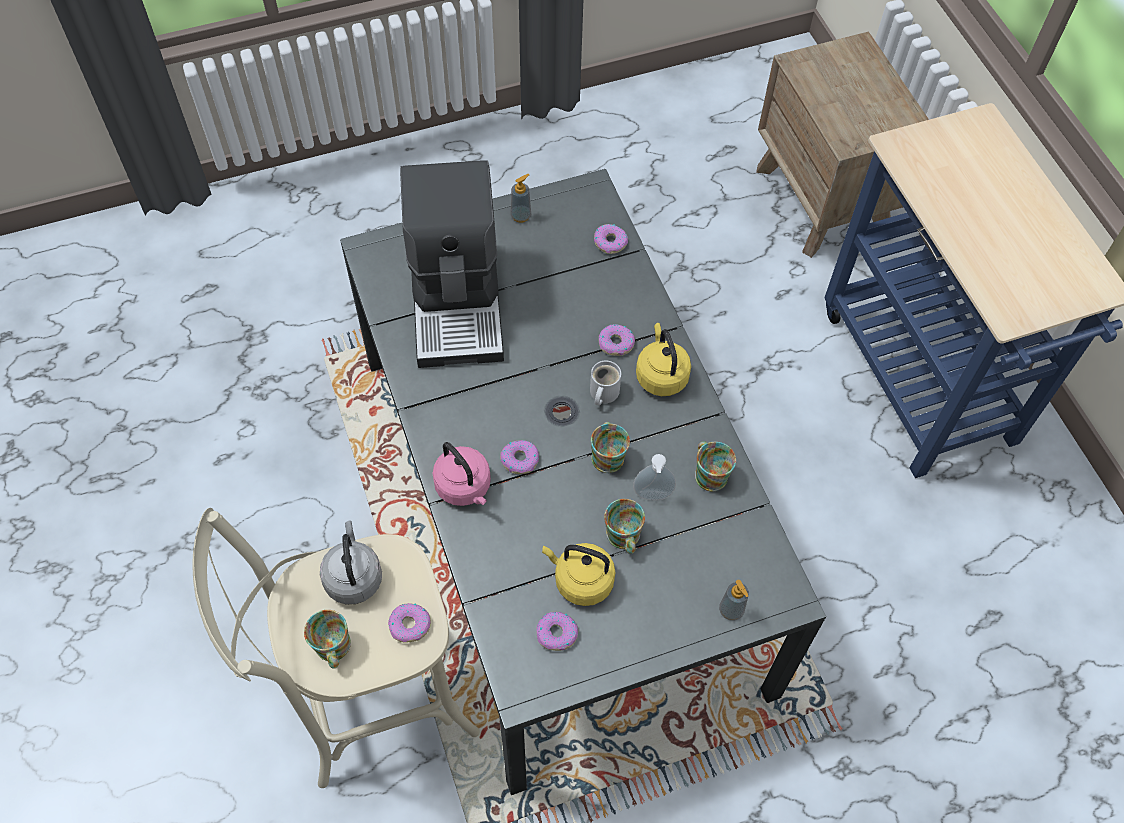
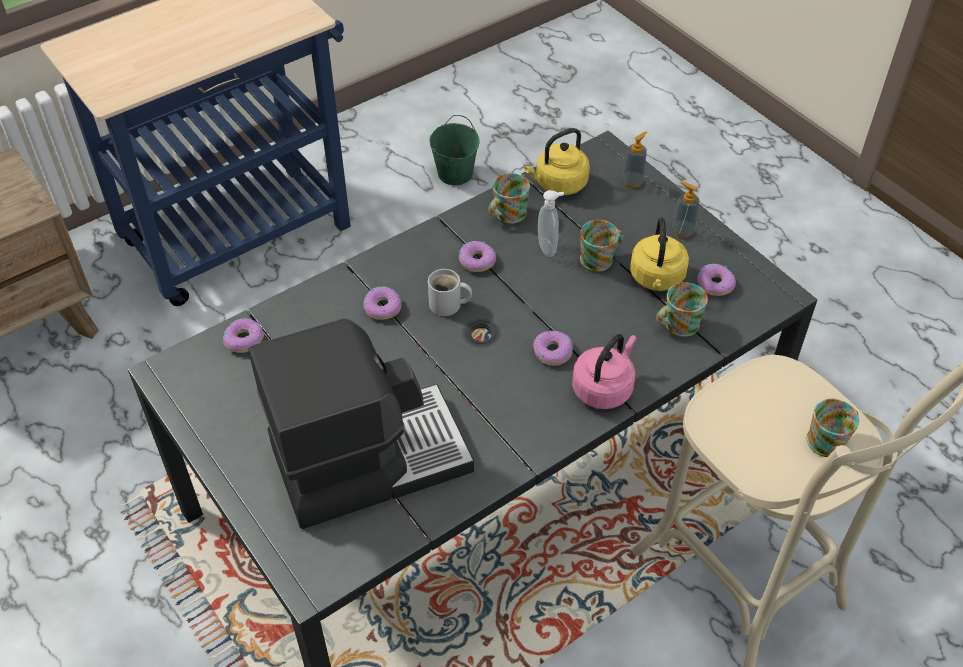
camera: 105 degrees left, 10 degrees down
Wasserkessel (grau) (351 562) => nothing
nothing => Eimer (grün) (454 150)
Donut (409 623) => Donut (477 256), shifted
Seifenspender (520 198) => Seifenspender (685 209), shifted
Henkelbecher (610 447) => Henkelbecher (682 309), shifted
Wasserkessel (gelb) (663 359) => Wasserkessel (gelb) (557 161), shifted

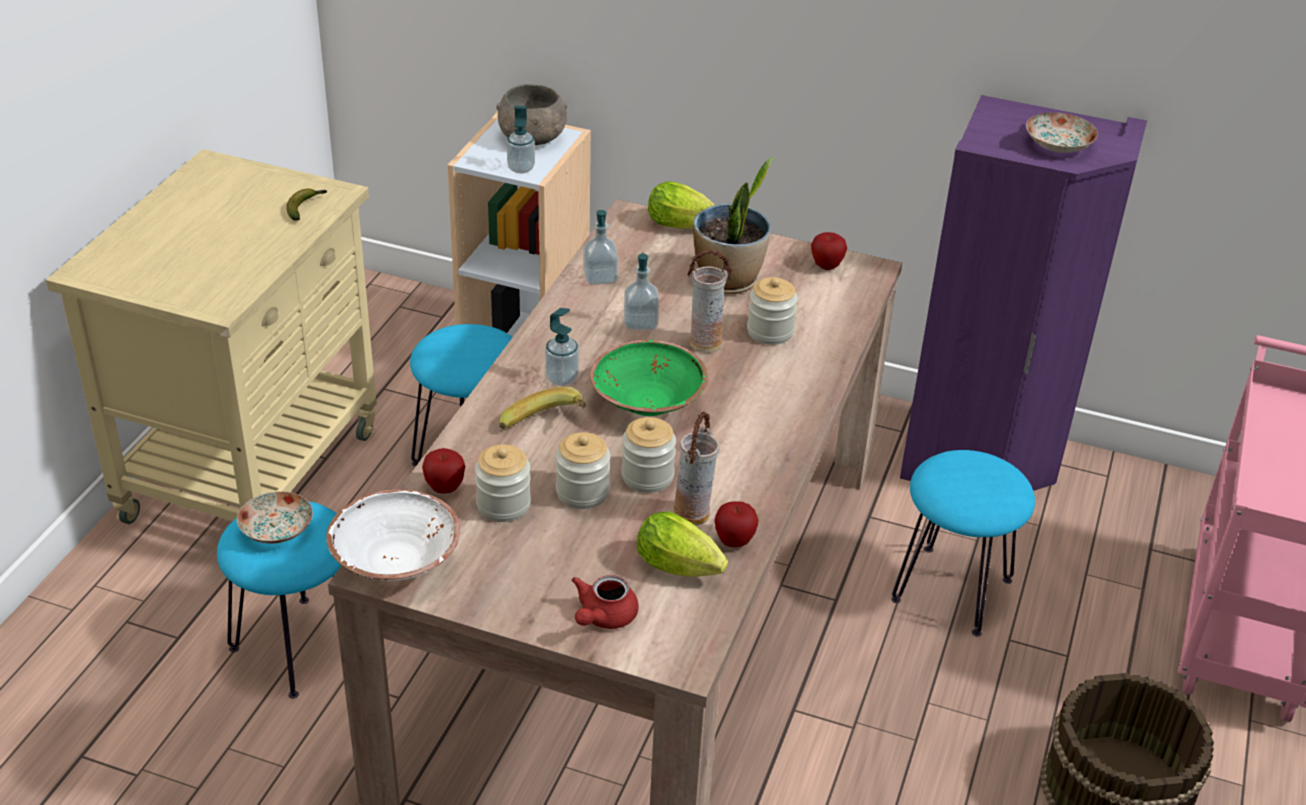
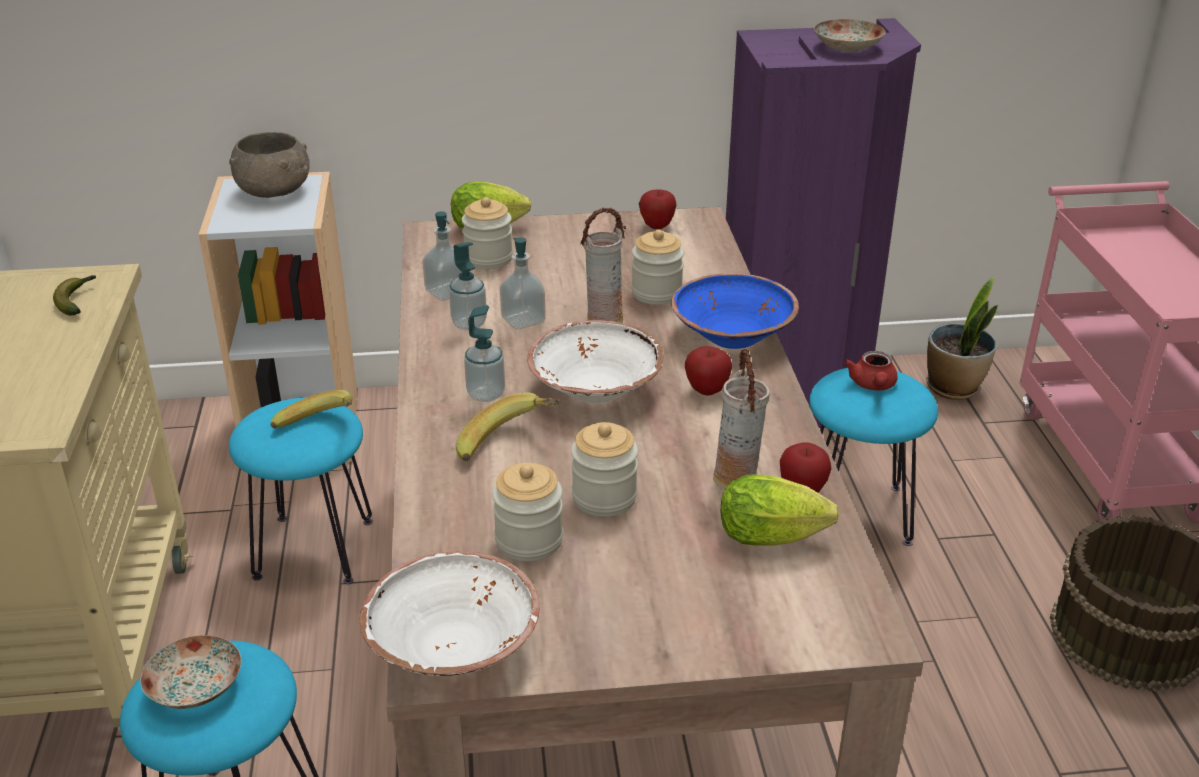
camera: 25 degrees left, 5 degrees down
nothing => Banane (312 409)
nothing => Schüssel (blau) (735 311)
Apfel (443 471) => Apfel (708 371), shifted
Seifenspender (521 140) => Seifenspender (468 286), shifted
Teekanne (rot) (605 602) => Teekanne (rot) (871 370), shifted
Vorratsglas (648 455) => Vorratsglas (487 233), shifted
Topfpflanze (733 225) => Topfpflanze (962 338), shifted
Schüssel (grün) (649 378) => Schüssel (weiß) (595 362)

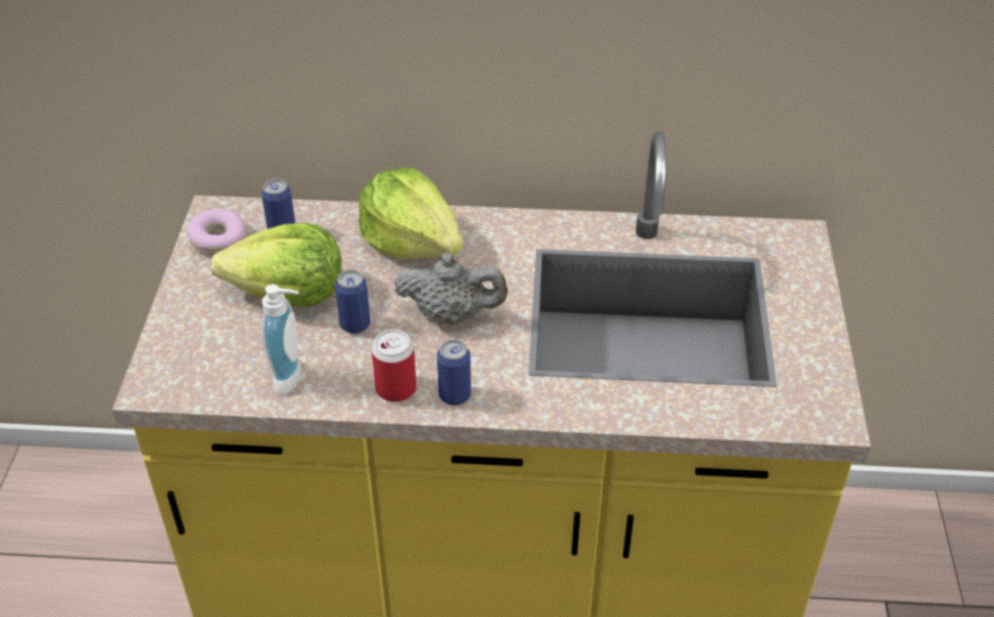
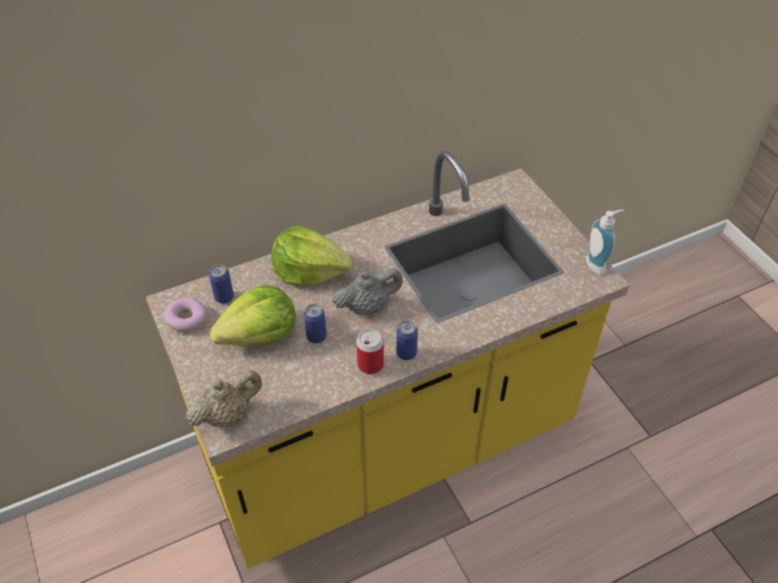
camera: 30 degrees left, 5 degrees up
nothing => Teekanne (beige) (224 398)
Seifenspender (281 340) => Seifenspender (605 242), shifted

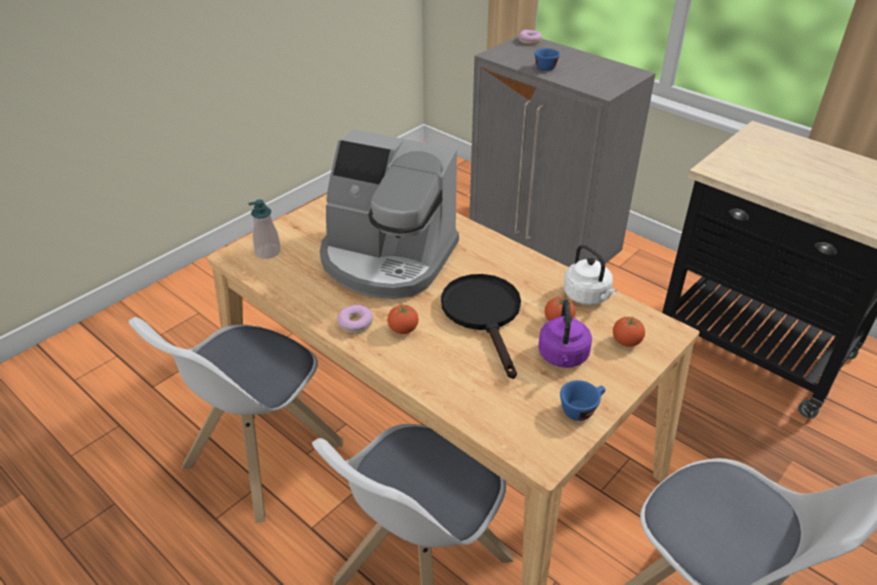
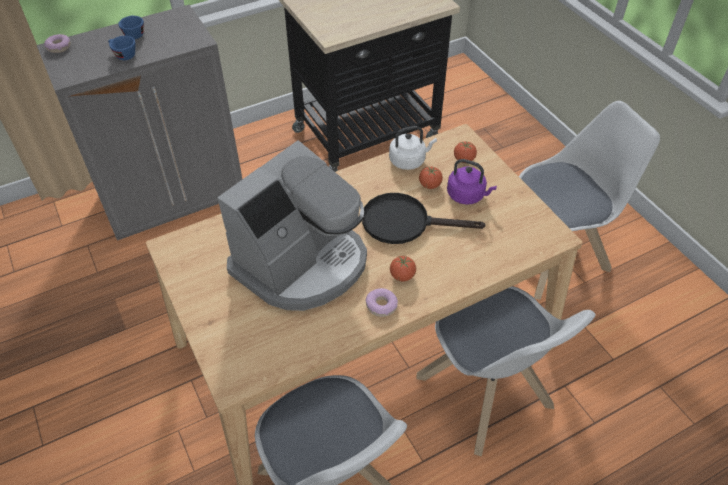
camera: 70 degrees left, 10 degrees up
Seifenspender (264 229) => nothing
Tasse (blau) (582 400) => Tasse (blau) (131 27), shifted

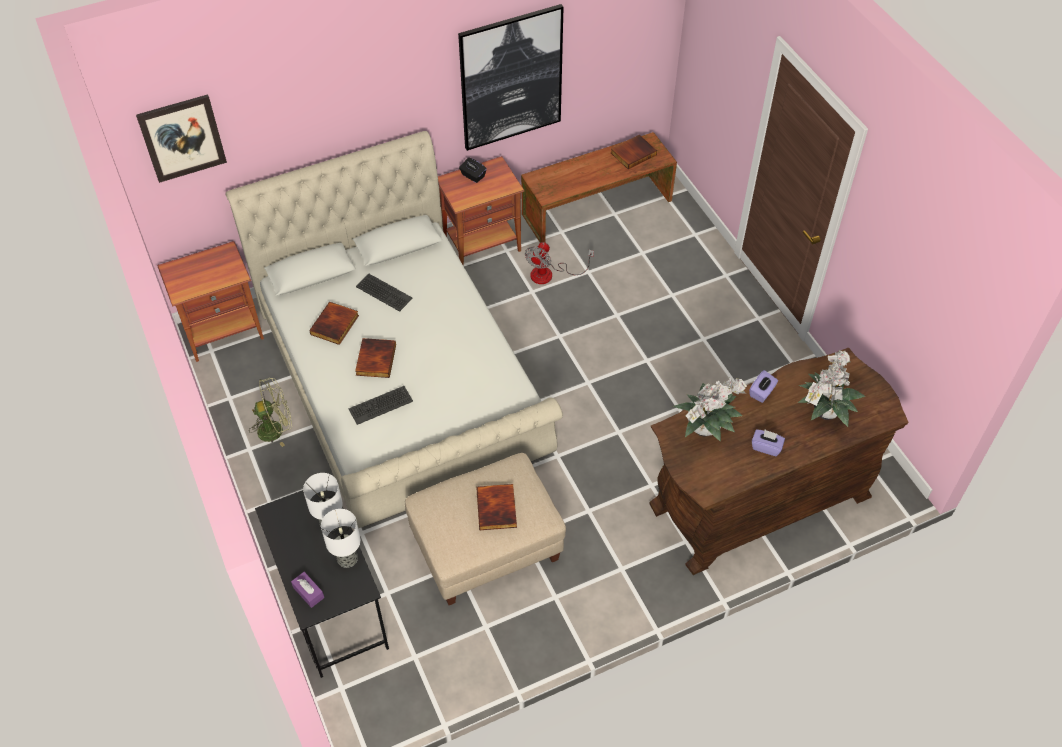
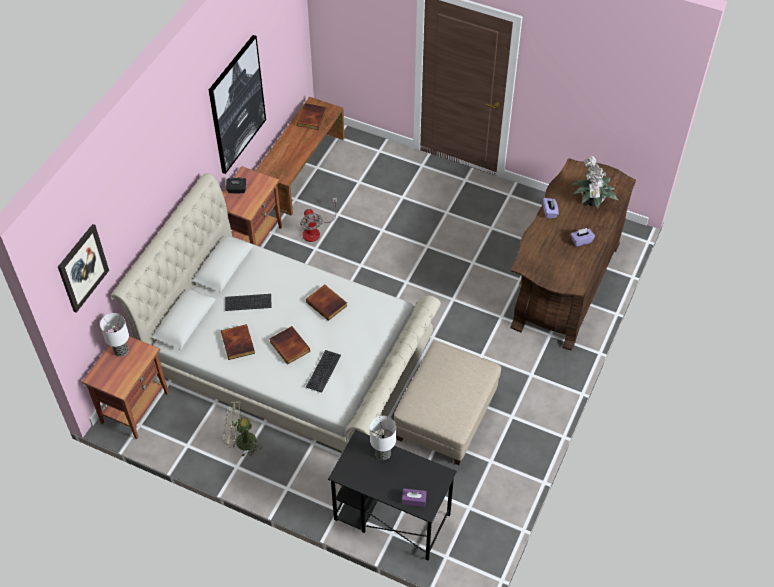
camera: 40 degrees left, 0 degrees up
Topfpflanze (710 410) => nothing
Tischlampe (341 538) => Tischlampe (114 335), shifted
Buch (496 507) => Buch (326 303), shifted
Ventilator (grün) (271 412) => Ventilator (grün) (243 429), 120 degrees counterclockwise

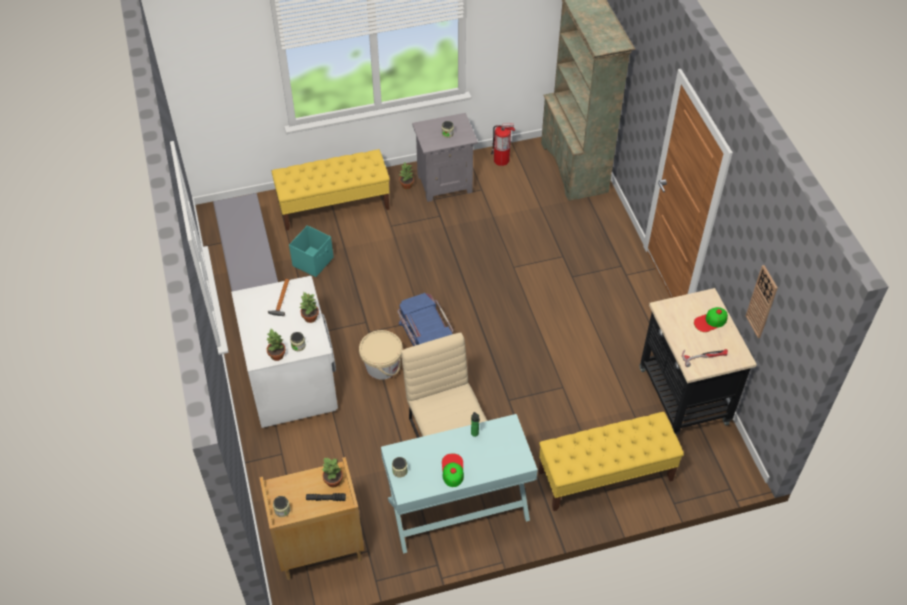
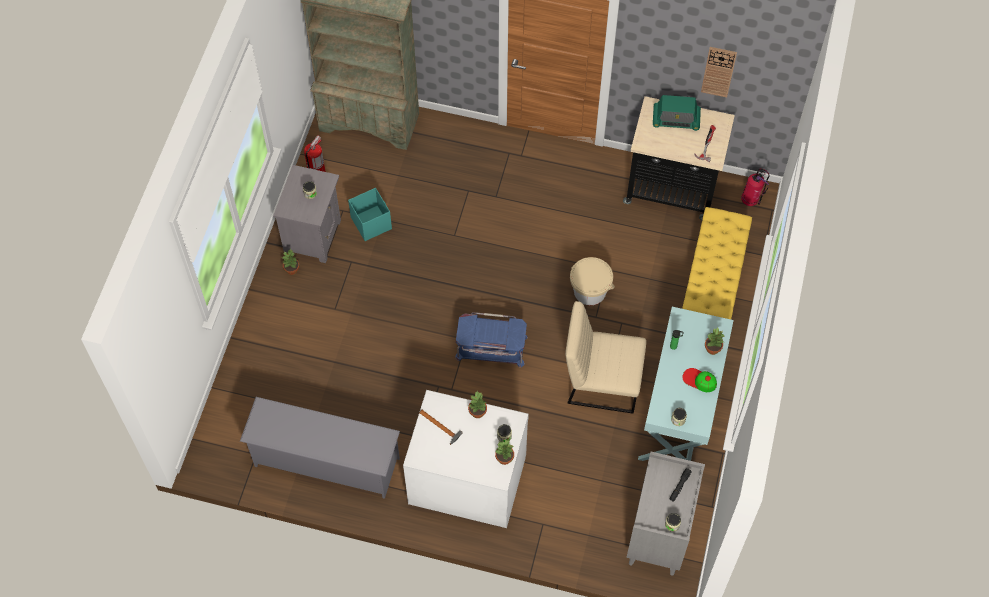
camera: 60 degrees left, 10 degrees up
Bank (gelb) (330 190) => nothing
nothing => Feuerlöscher (755 187)
Aufbewahrungsbox (türkis) (311 251) => Aufbewahrungsbox (türkis) (370 214), shifted
Topfpflanze (332 472) => Topfpflanze (714 341), shifted
Eimer (beige) (381 355) => Eimer (beige) (592 281), shifted
Kappe (711 319) => Radio (677 113)
Schrank (braun) (311 518) => Schrank (grau) (665 514)

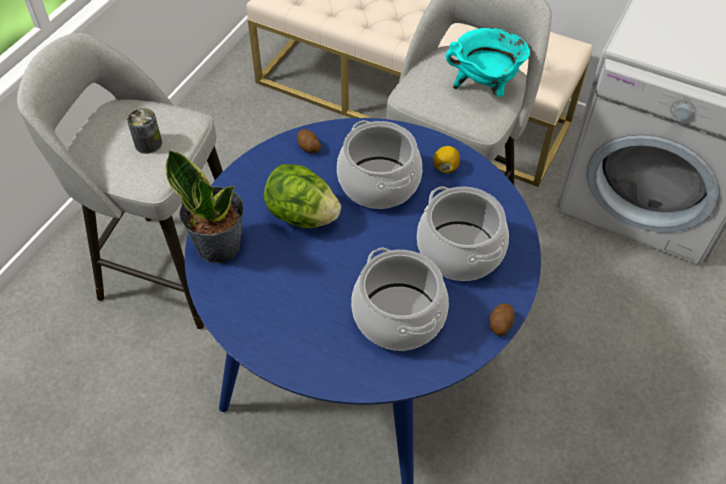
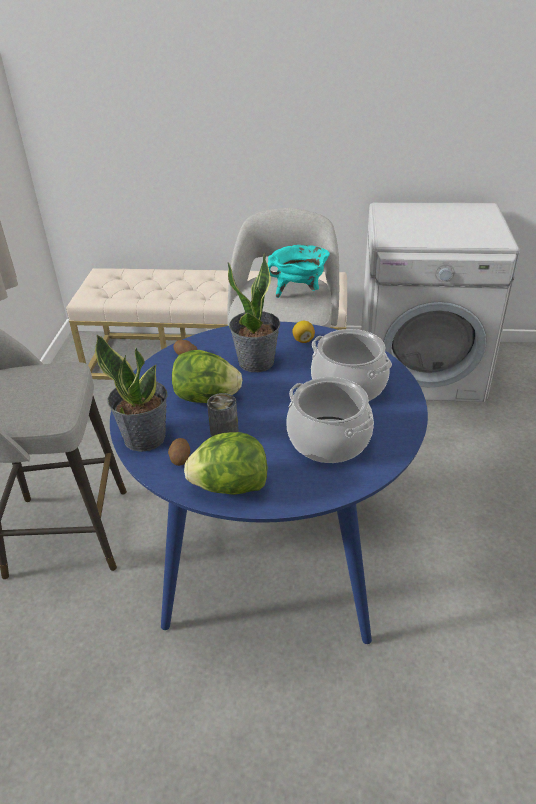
camera: 20 degrees left, 15 degrees down
nothing => Salatkopf (225 463)
Dose (144 131) => Dose (222 414), shifted
Kartoffel (502 319) => Kartoffel (179 452), shifted
Kochtopf (379 164) => Topfpflanze (254 312)

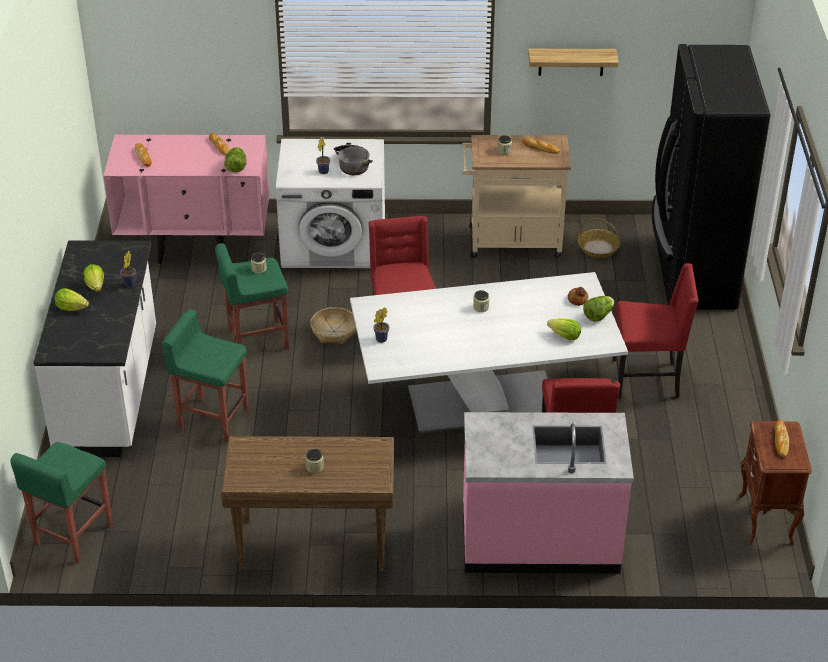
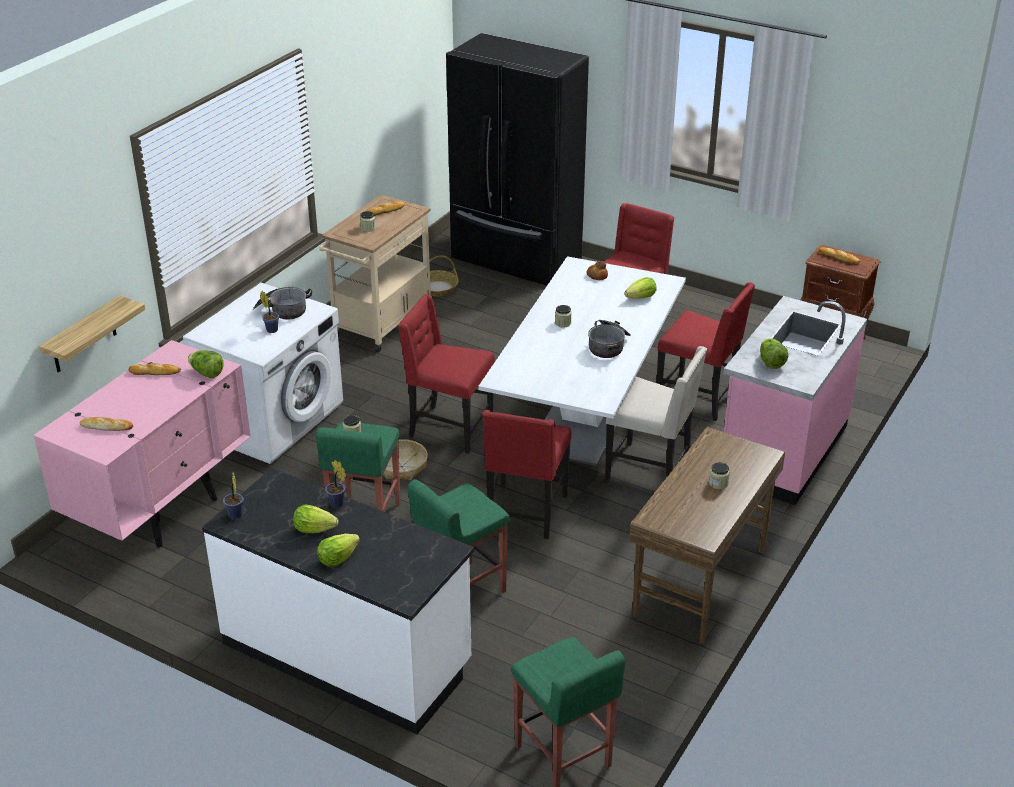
camera: 60 degrees left, 5 degrees down
nothing => Stuhl (rot) (527 474)
nothing => Kochtopf (609 339)
nothing => Stuhl (beige) (656 413)
Topfpflanze (381 325) => Topfpflanze (233 495), shifted
Wandregal (573 62) => Wandregal (92 334), shifted
Salatkopf (598 309) => Salatkopf (774 353), shifted

